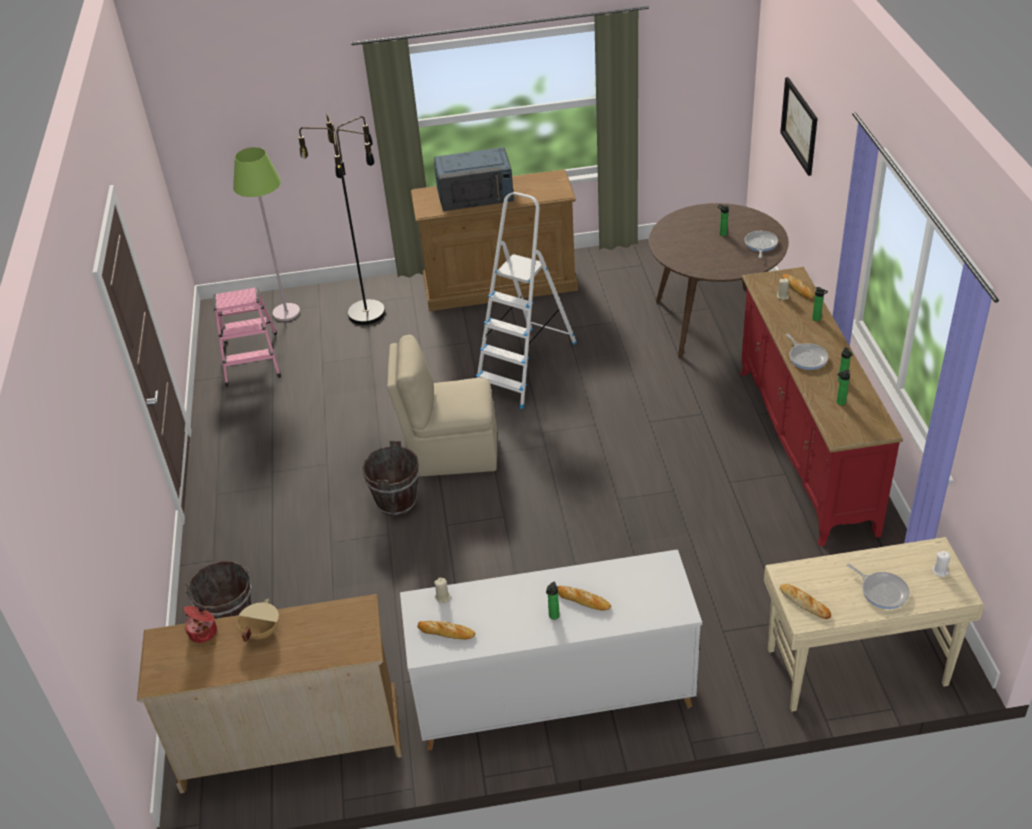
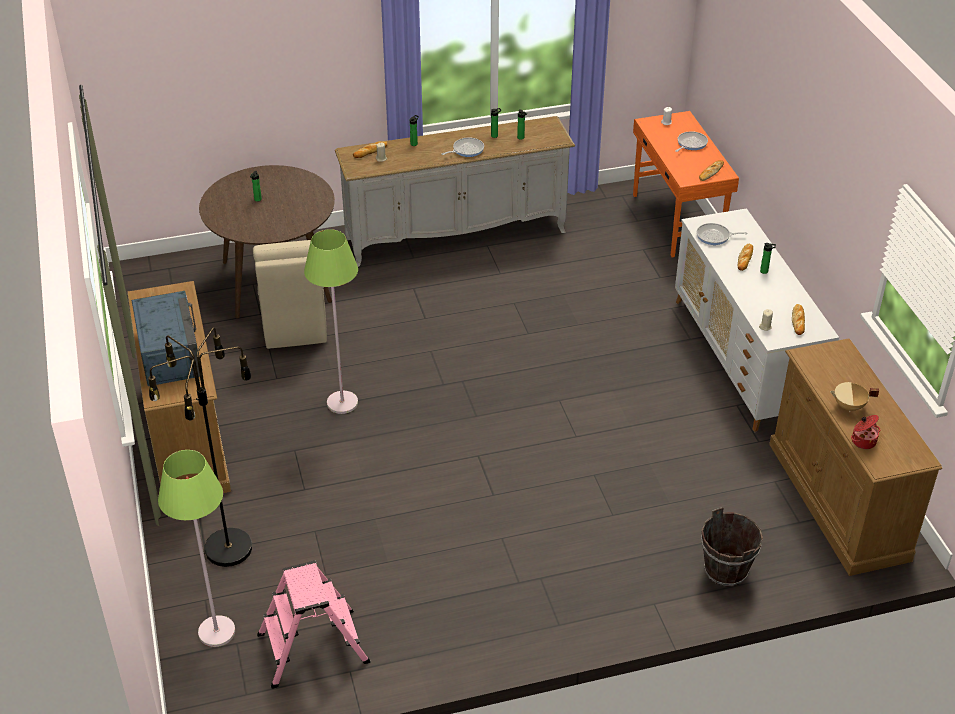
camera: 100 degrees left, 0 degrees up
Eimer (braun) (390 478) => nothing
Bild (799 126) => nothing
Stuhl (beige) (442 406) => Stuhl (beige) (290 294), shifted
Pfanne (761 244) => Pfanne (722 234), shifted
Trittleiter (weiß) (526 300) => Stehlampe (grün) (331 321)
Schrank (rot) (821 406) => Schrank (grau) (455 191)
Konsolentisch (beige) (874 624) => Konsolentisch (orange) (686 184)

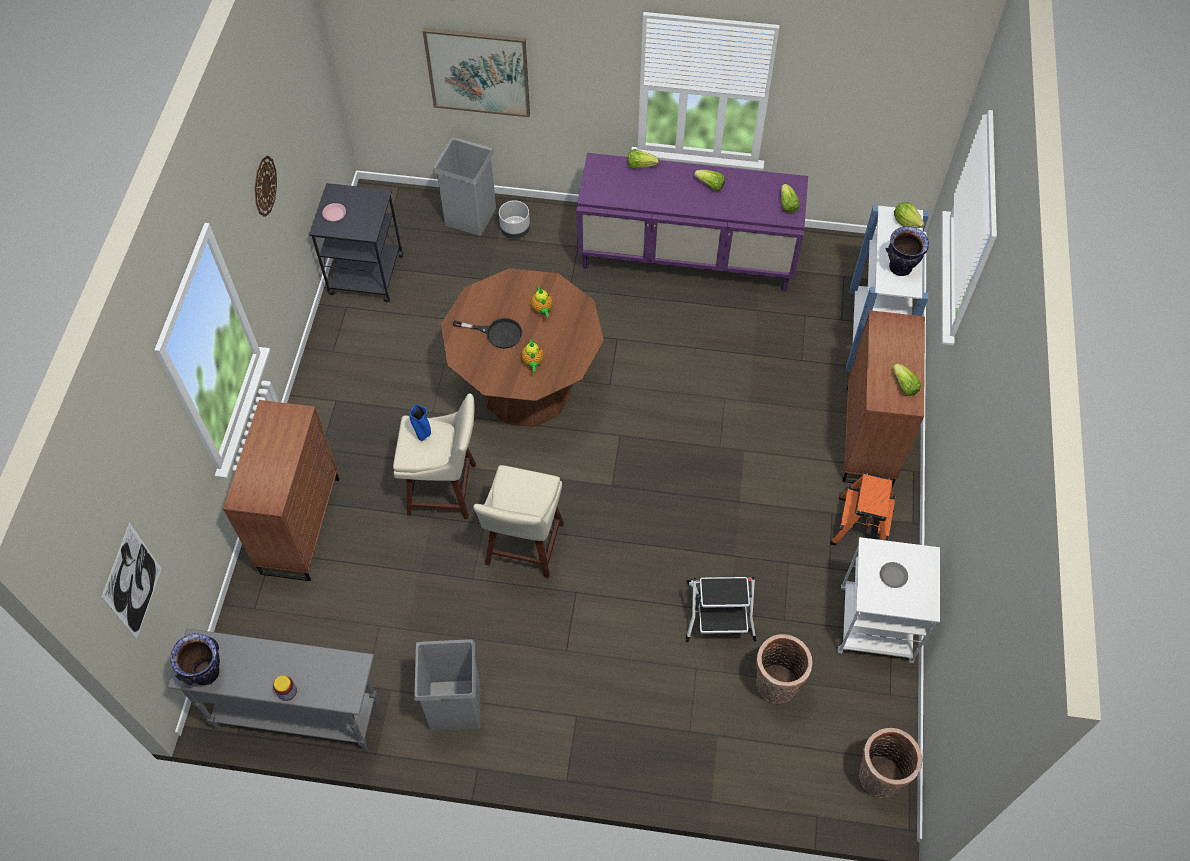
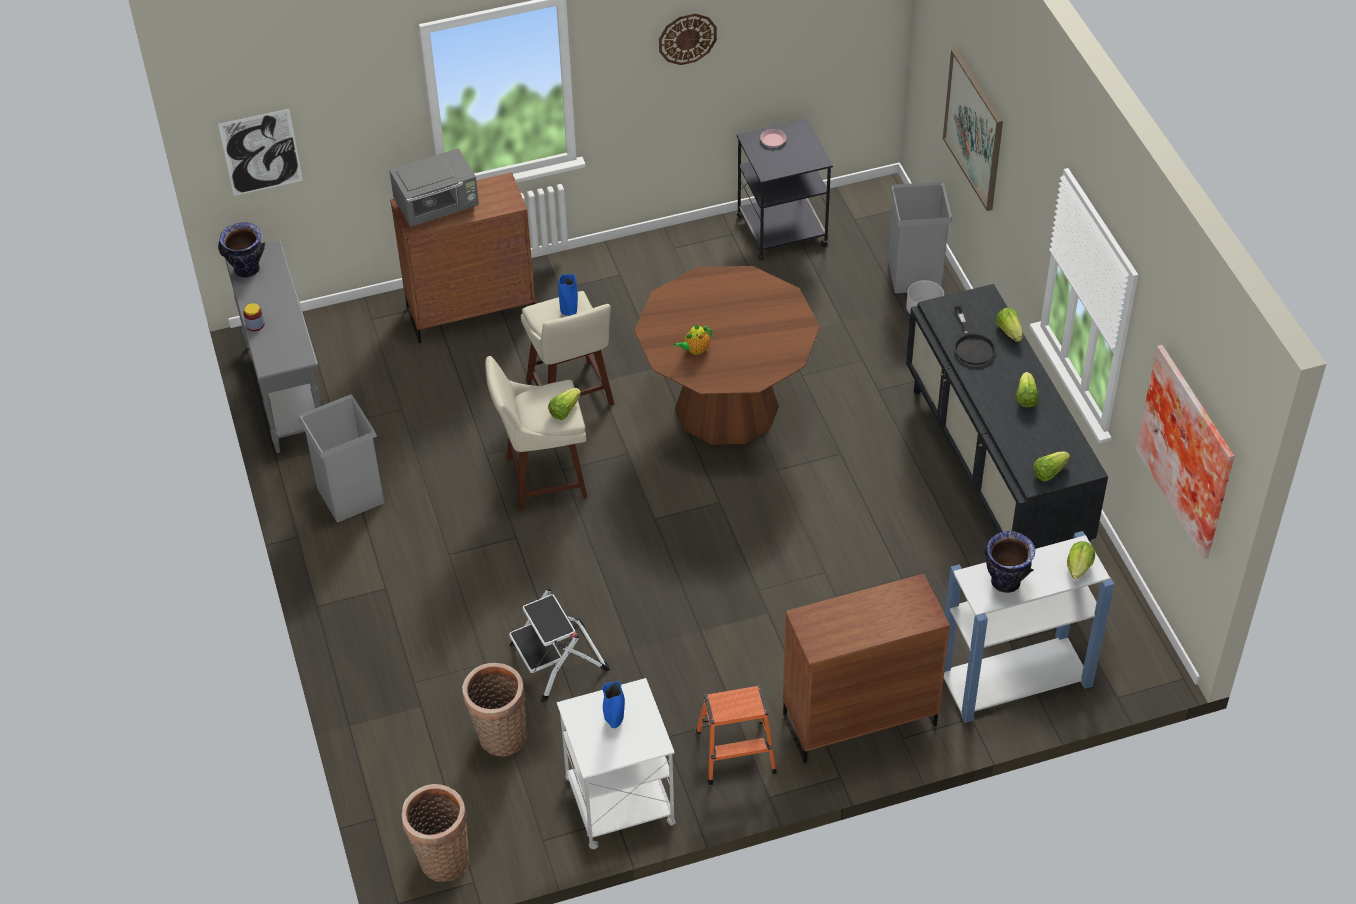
camera: 65 degrees right, 10 degrees down
Teekanne (542 302) => nothing
nothing => Mikrowelle (grau) (434 187)
nothing => Bild (1185 452)
Pfanne (schwarz) (487 333) => Pfanne (schwarz) (975 335), shifted
Salatkopf (906 379) => Salatkopf (564 404), shifted
Teller (grau) (894 575) => Vase (blau) (613 704)
Schrank (lila) (692 222) => Schrank (schwarz) (1007 416)

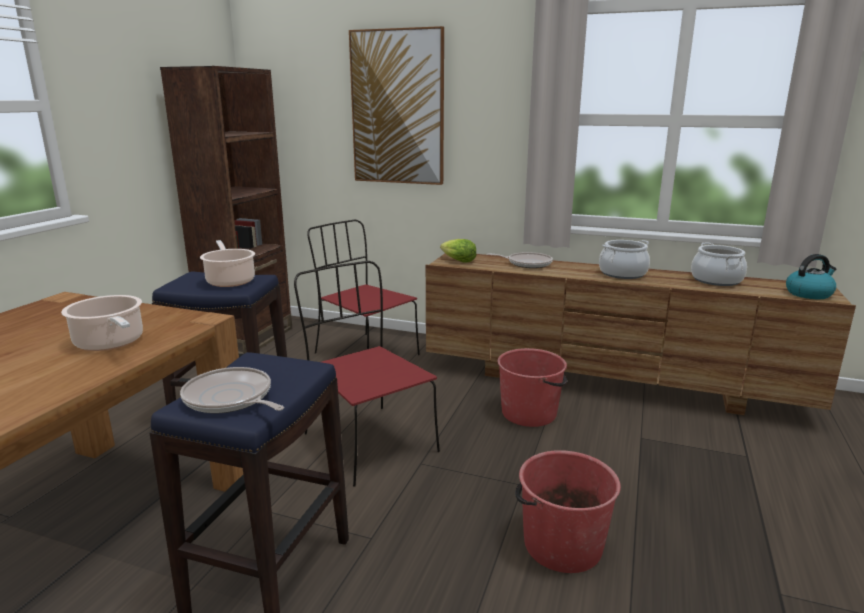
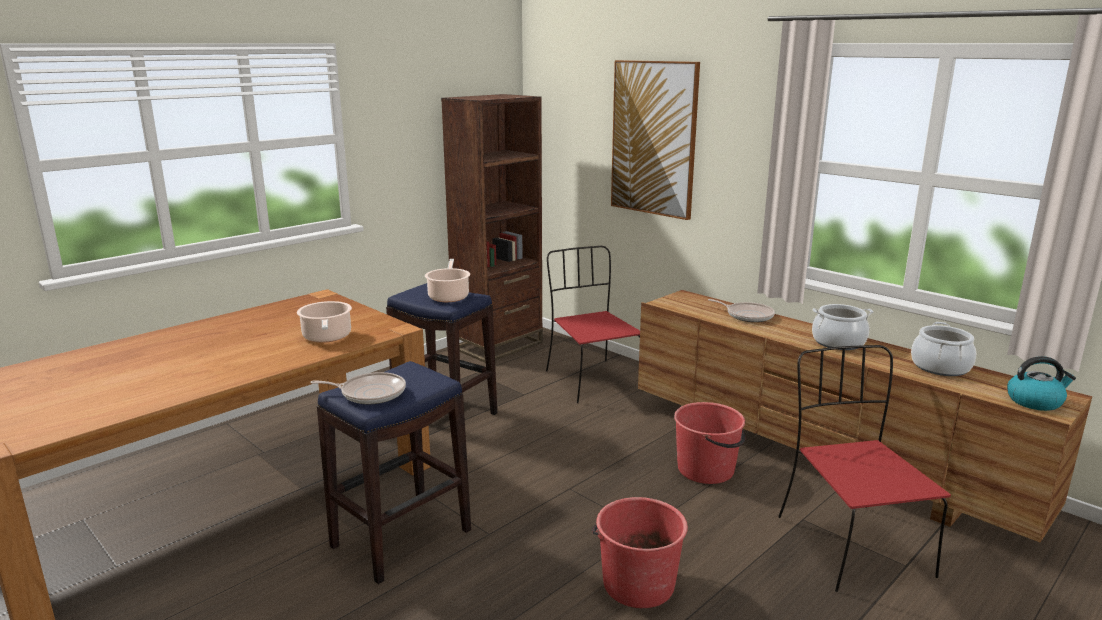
camera: 25 degrees right, 0 degrees up
Salatkopf (458 251) => nothing
Stuhl (rot) (367 373) => Stuhl (rot) (864 468), shifted
Pfanne (232 390) => Pfanne (358 388), 120 degrees clockwise

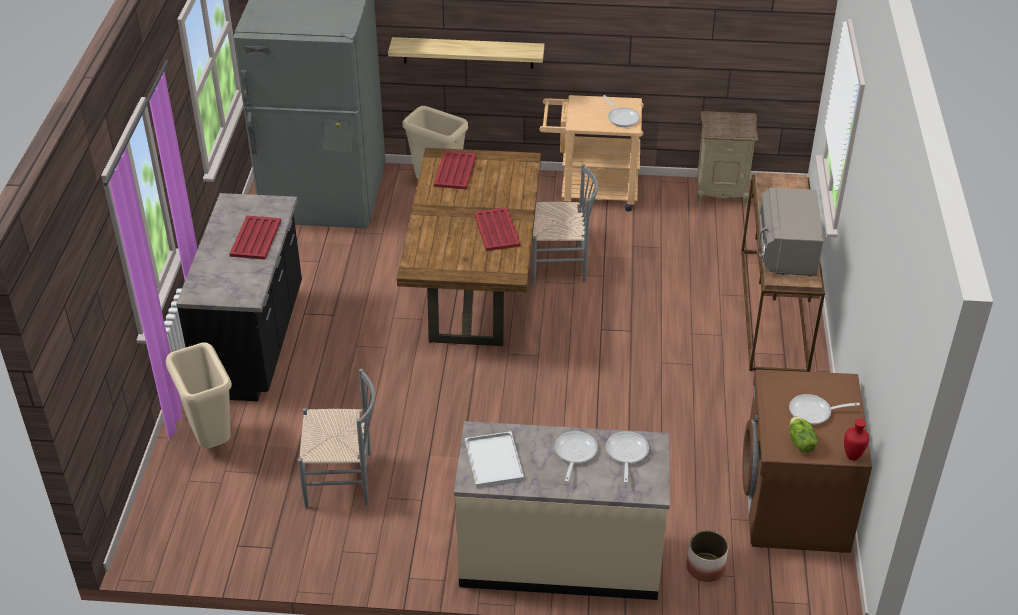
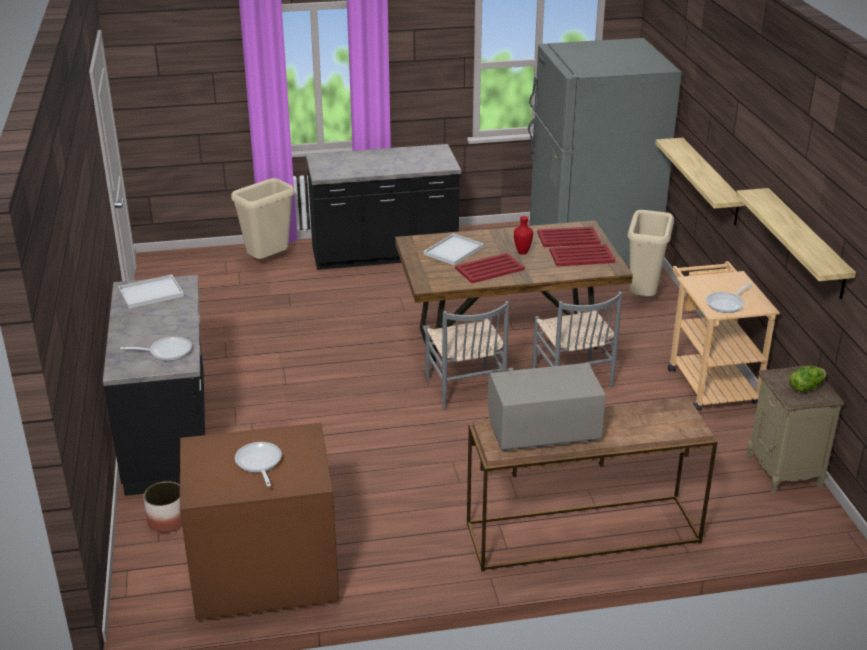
camera: 75 degrees right, 10 degrees down
Pfanne (576 456) => nothing
nothing => Tablett (weiß) (454 249)
nothing => Wandregal (796 243)
Tablett (rot) (255 238) => Tablett (rot) (582 255), shifted
Stuhl (grau) (336 438) => Stuhl (grau) (467 355), shifted
Salatkopf (803 434) => Salatkopf (808 379), shifted
Vase (rot) (856 439) => Vase (rot) (523 235), shifted
Küchenzeile (beige) (562 510) => Küchenzeile (schwarz) (154 385)

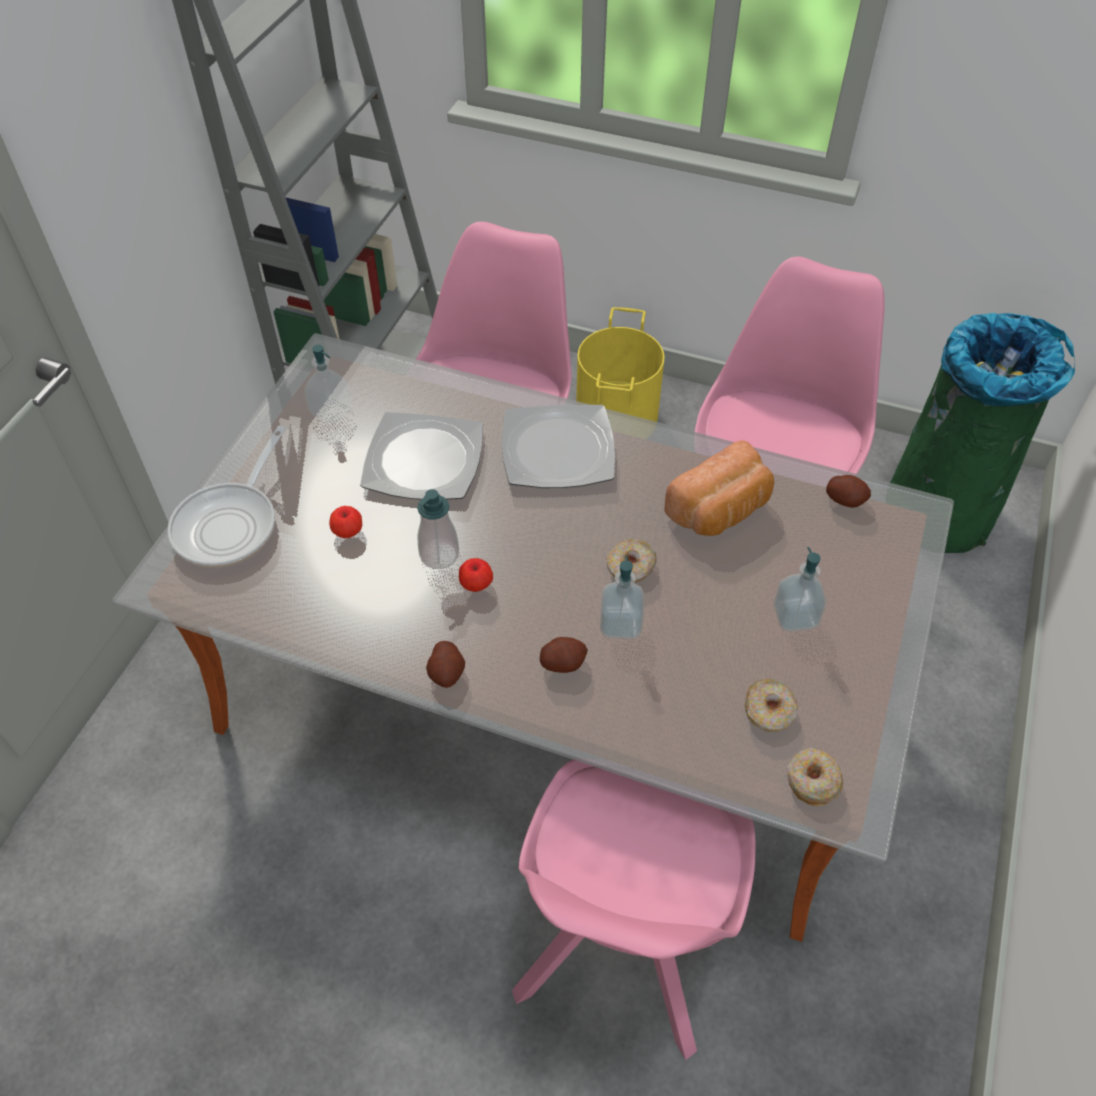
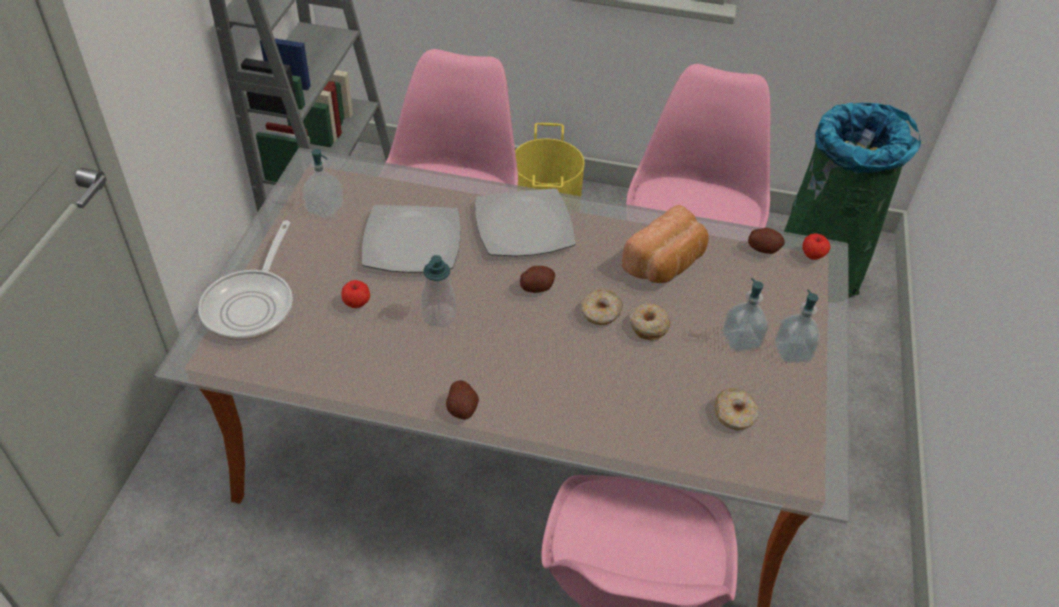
camera: 10 degrees left, 5 degrees down
Apfel (476 575) => Apfel (816 247), shifted
Kartoffel (564 655) => Kartoffel (537 279), shifted
Seifenspender (622 597) => Seifenspender (797 326), shifted
Donut (815 777) => Donut (650 321), shifted

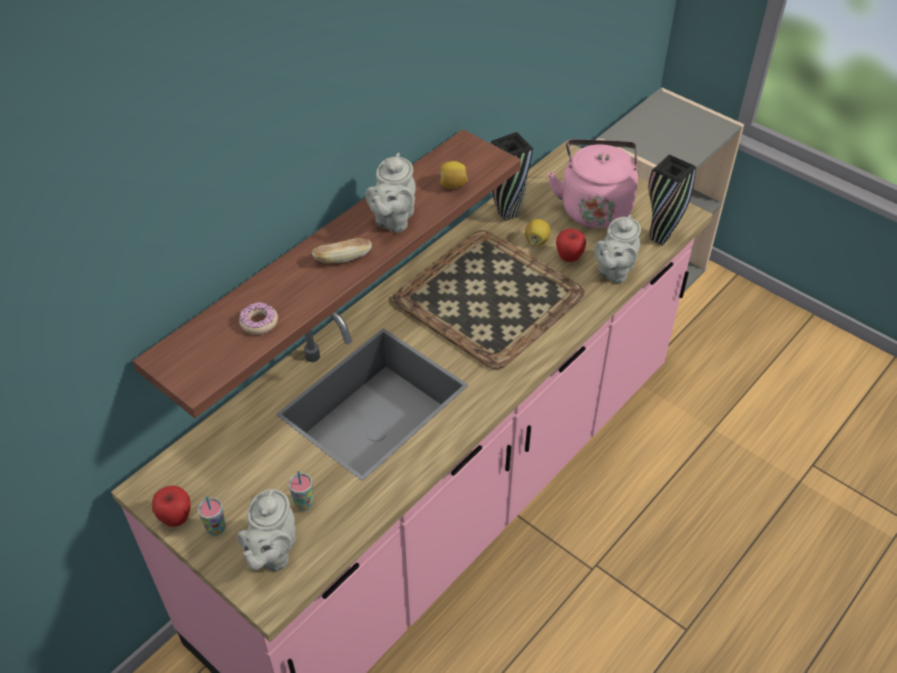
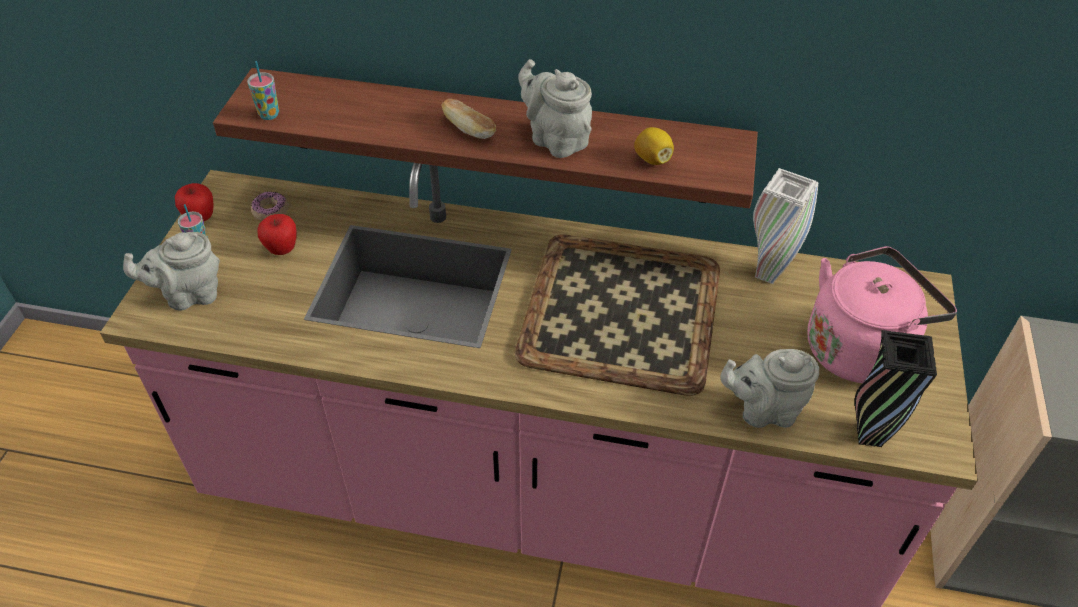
camera: 60 degrees right, 0 degrees up
Zitrone (538 232) => nothing
Donut (258 318) => Donut (270 206), shifted
Tasse (301 491) => Tasse (263 90), shifted
Apfel (571 245) => Apfel (277 234), shifted
Vase (schwarz) (512 176) => Vase (weiß) (785 226)
Teekanne (grau) (390 193) => Teekanne (grau) (555 108), 60 degrees clockwise

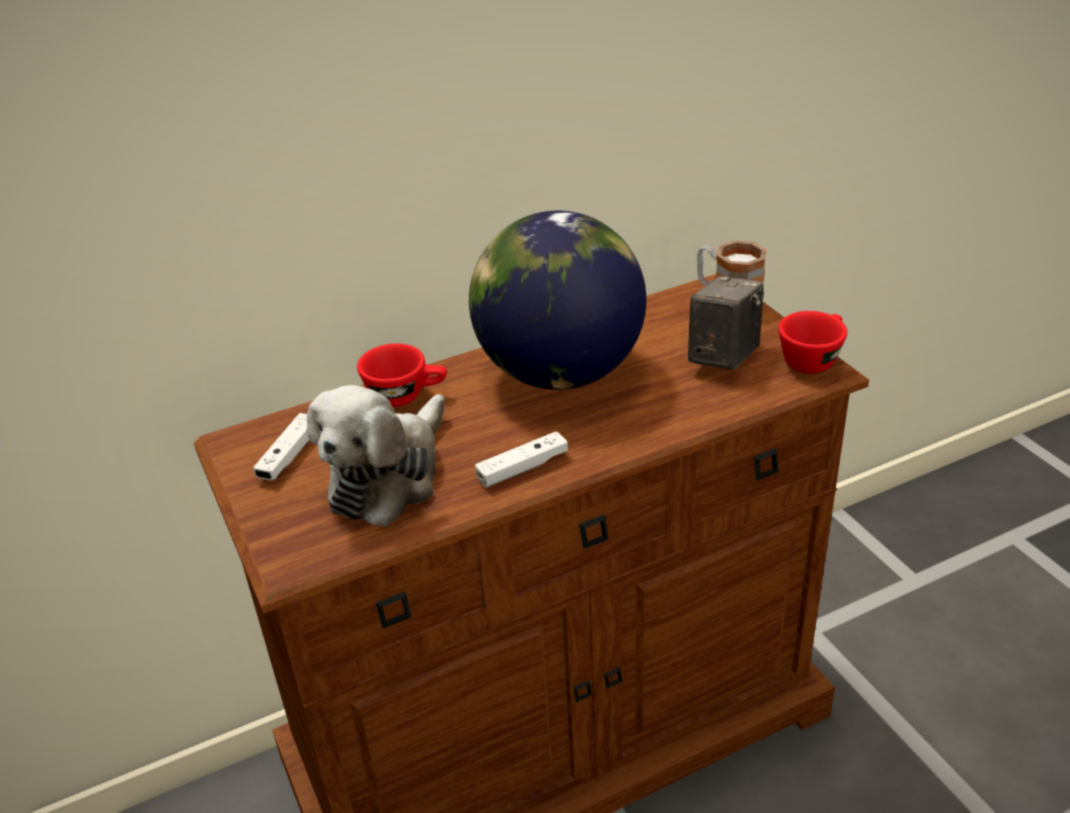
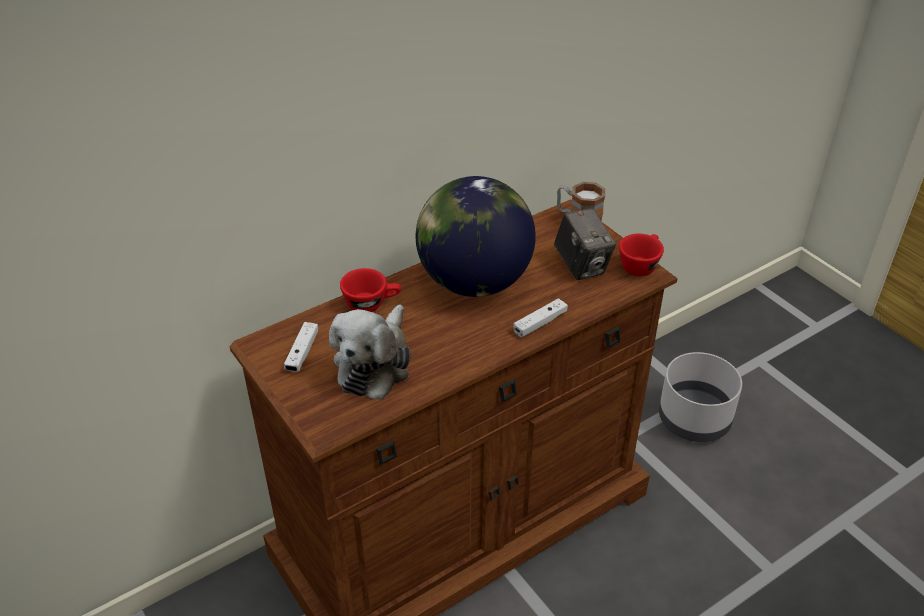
camera: 10 degrees left, 5 degrees up
nothing => Pflanzkübel (grau) (700 397)
Gamepad (weiß) (521 459) => Gamepad (weiß) (540 318), shifted
Kamera (726 323) => Kamera (585 244), 135 degrees clockwise

